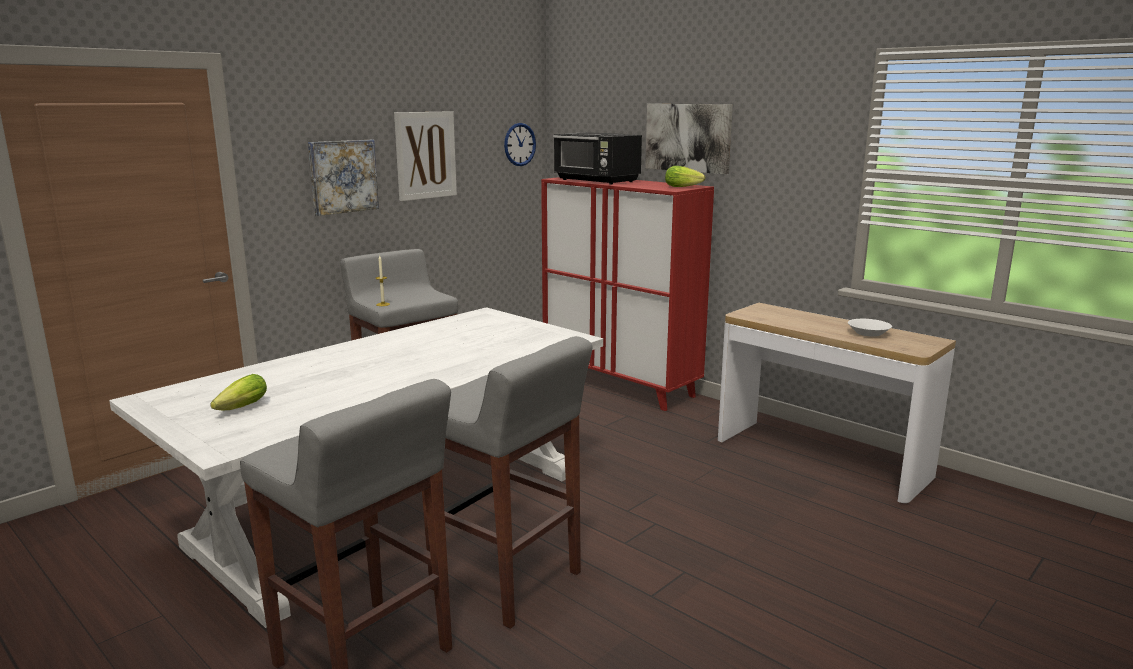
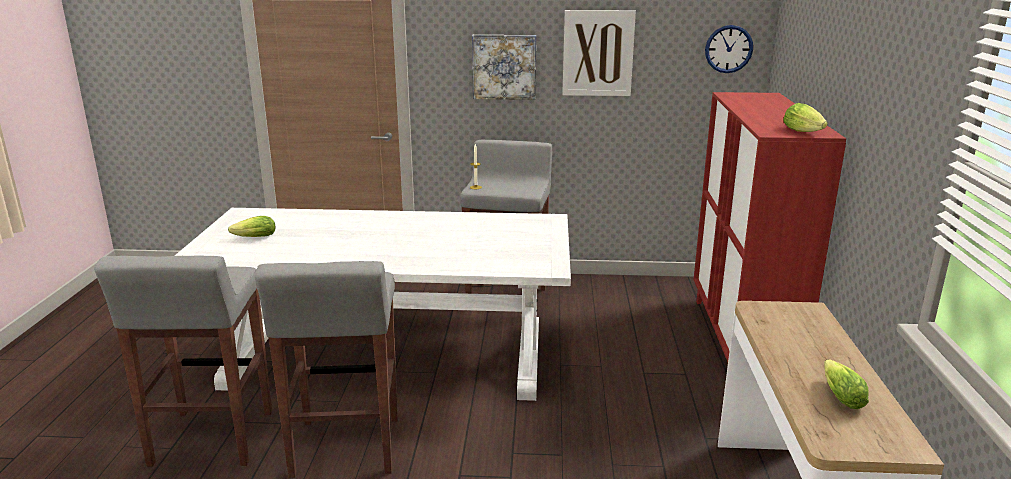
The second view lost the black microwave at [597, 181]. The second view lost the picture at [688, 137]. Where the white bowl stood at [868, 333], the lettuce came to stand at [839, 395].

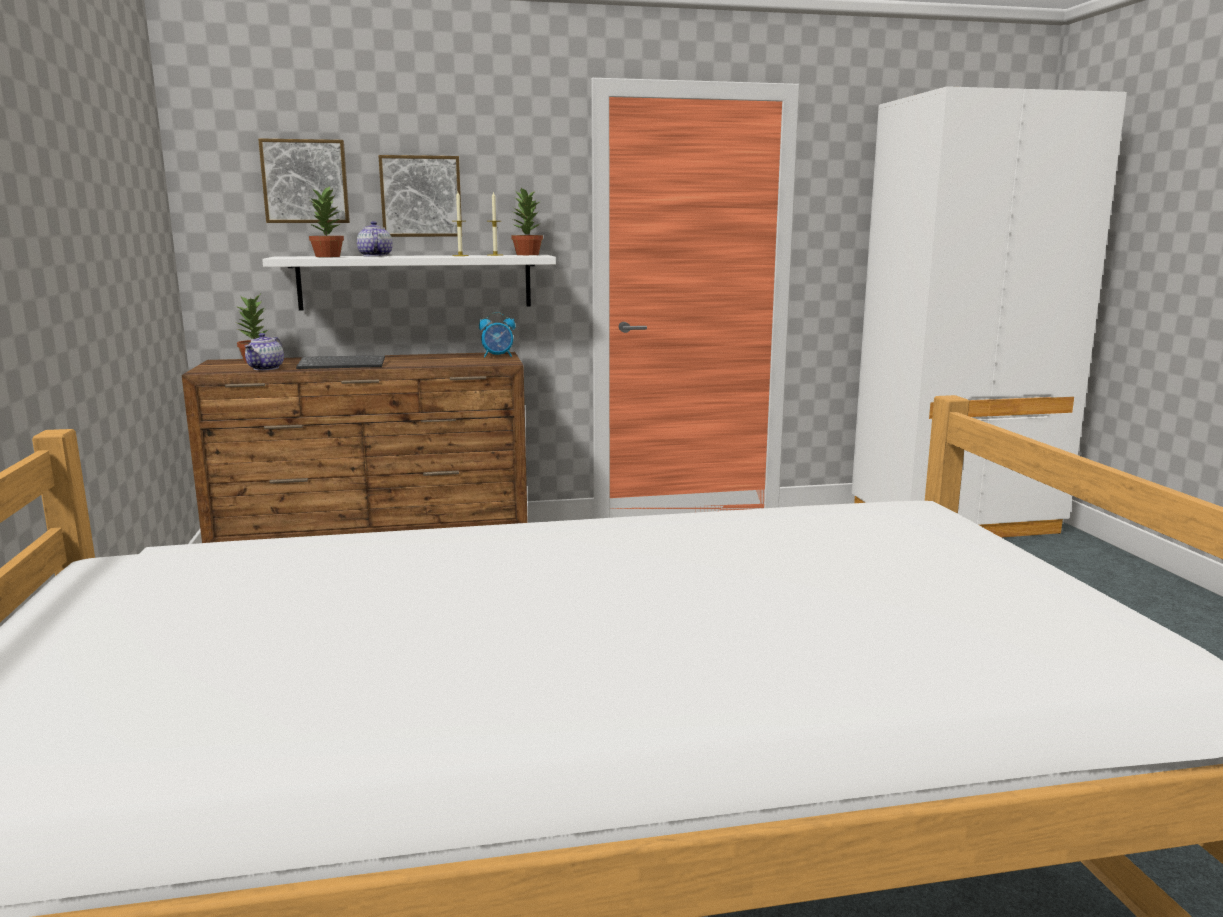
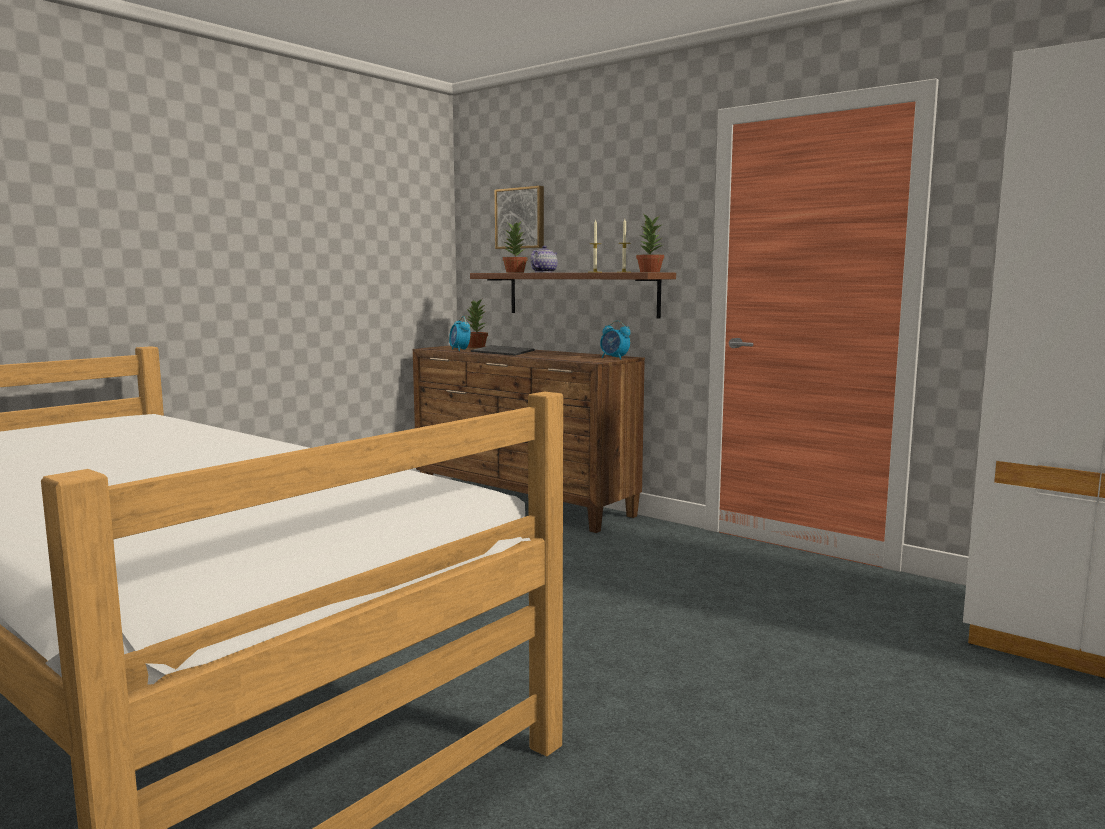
The second view lost the picture at [421, 196]. Where the teapot stood at [266, 368], the alarm clock came to stand at [459, 350]. What was the white shelf at [416, 282] turned into the brown shelf at [581, 294].

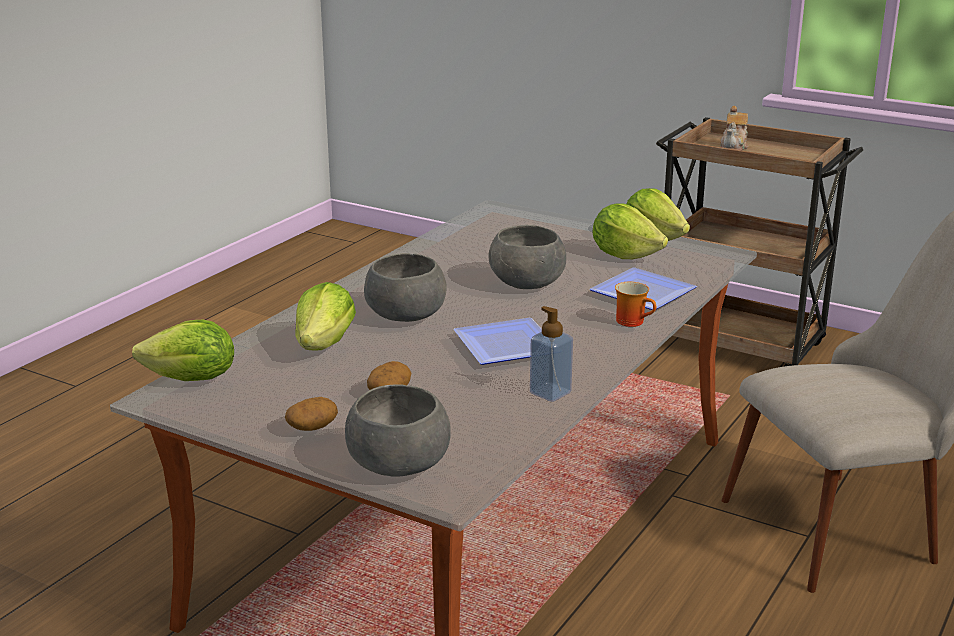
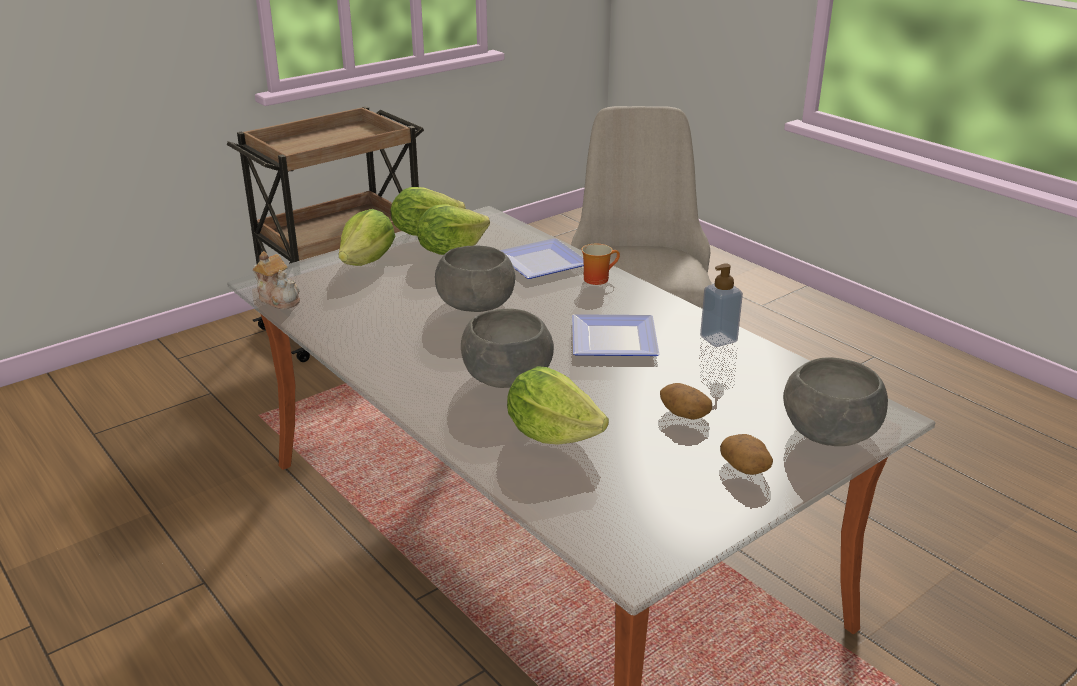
The lettuce ended up elsewhere, having gone from [192, 379] to [368, 261]. The teapot ended up elsewhere, having gone from [733, 147] to [279, 299].

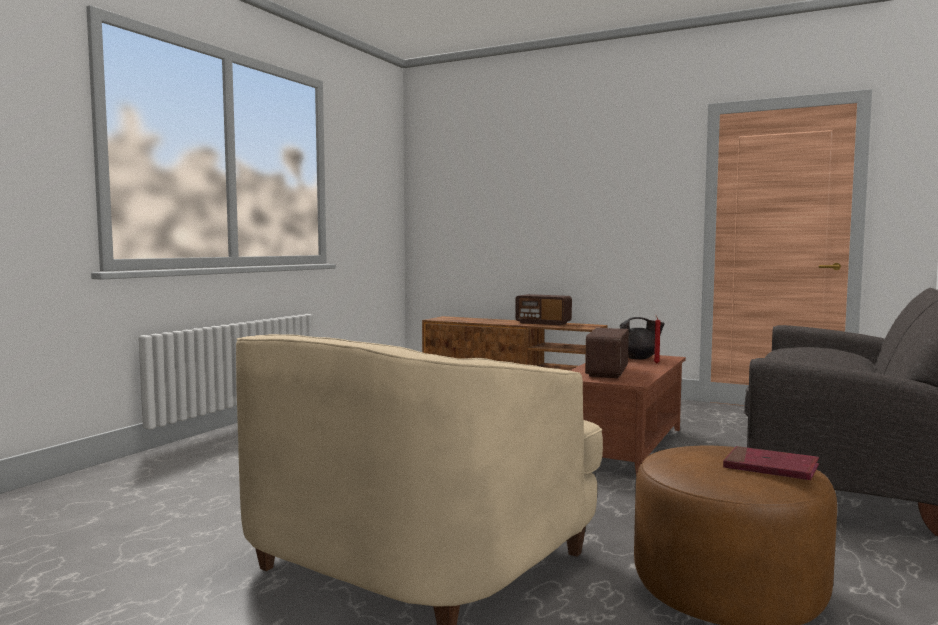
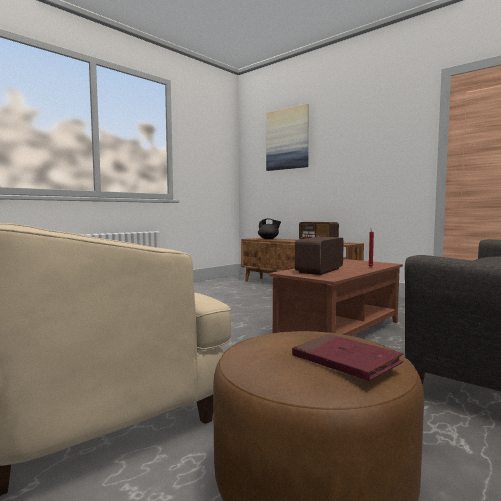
The second view gained the picture at [287, 139]. The black teapot ended up elsewhere, having gone from [638, 358] to [268, 239].

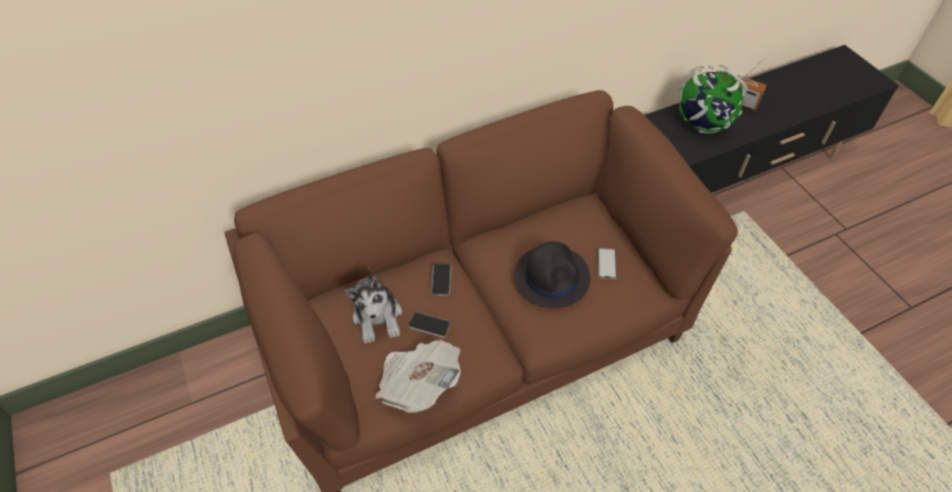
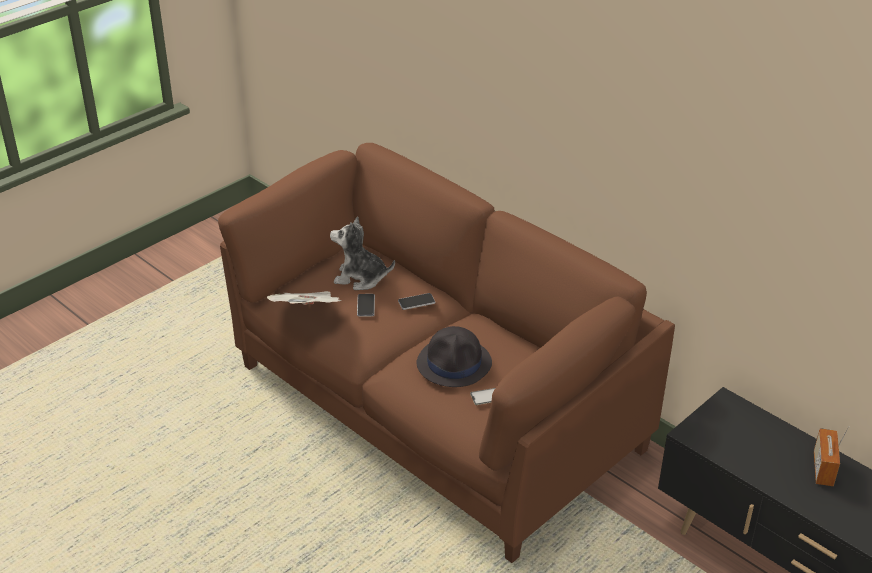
The second view lost the globe at [702, 124]. The plush toy at [378, 317] ended up facing another way, 45 degrees clockwise from before.

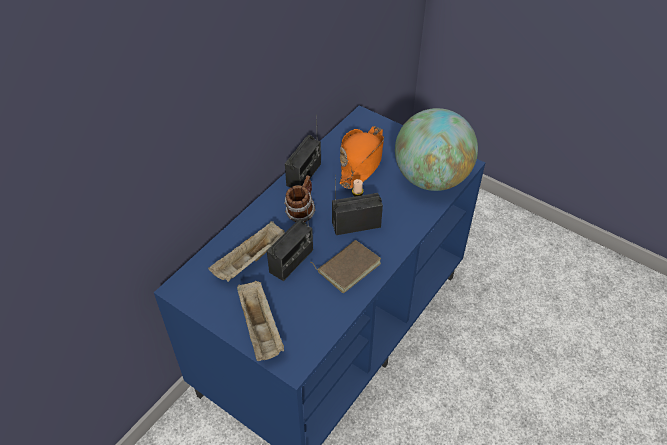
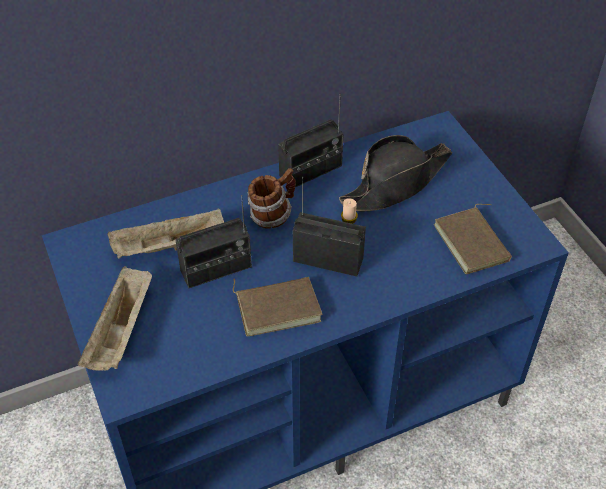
Where the globe stood at [431, 178], the brown book came to stand at [473, 243]. What was the orange hat at [361, 161] turned into the black hat at [396, 183].

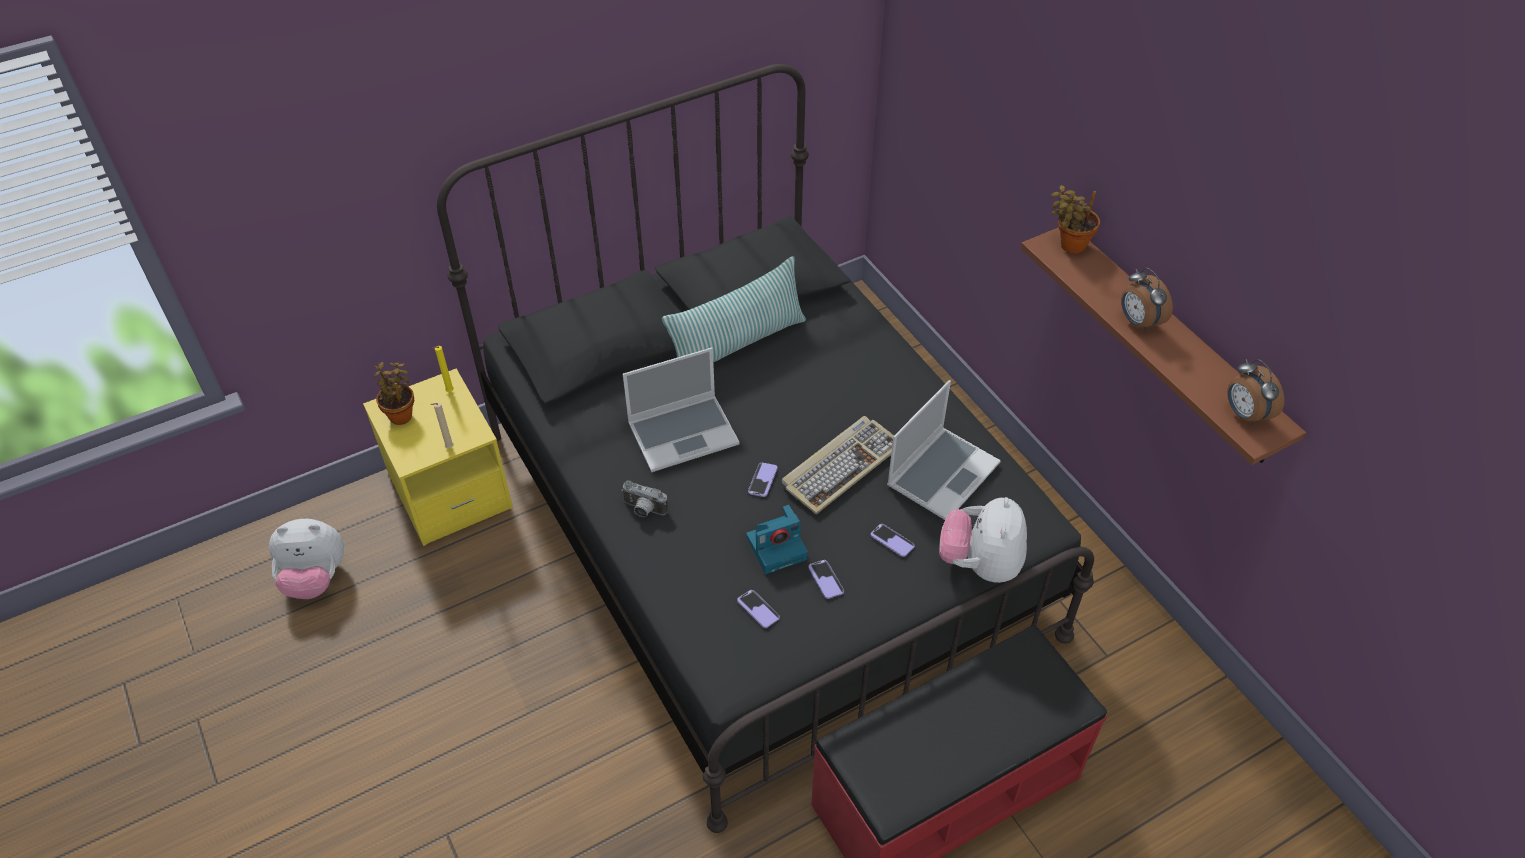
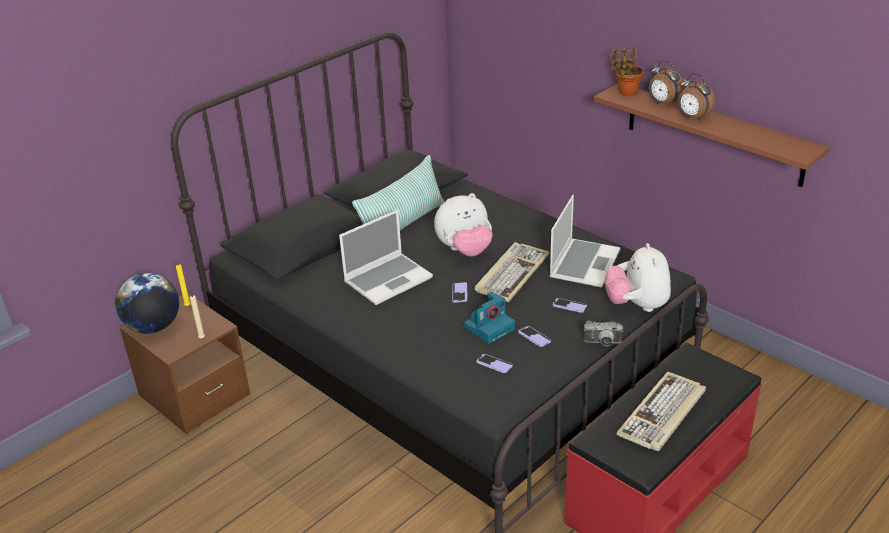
The second view gained the keyboard at [662, 414]. The plush toy ended up elsewhere, having gone from [315, 578] to [465, 250]. The photo camera ended up elsewhere, having gone from [643, 510] to [602, 343]. The alarm clock ended up elsewhere, having gone from [1244, 414] to [663, 103]. Where the potted plant stood at [401, 414], the globe came to stand at [153, 327]. What was the yellow nightstand at [450, 491] turned into the brown nightstand at [194, 395].

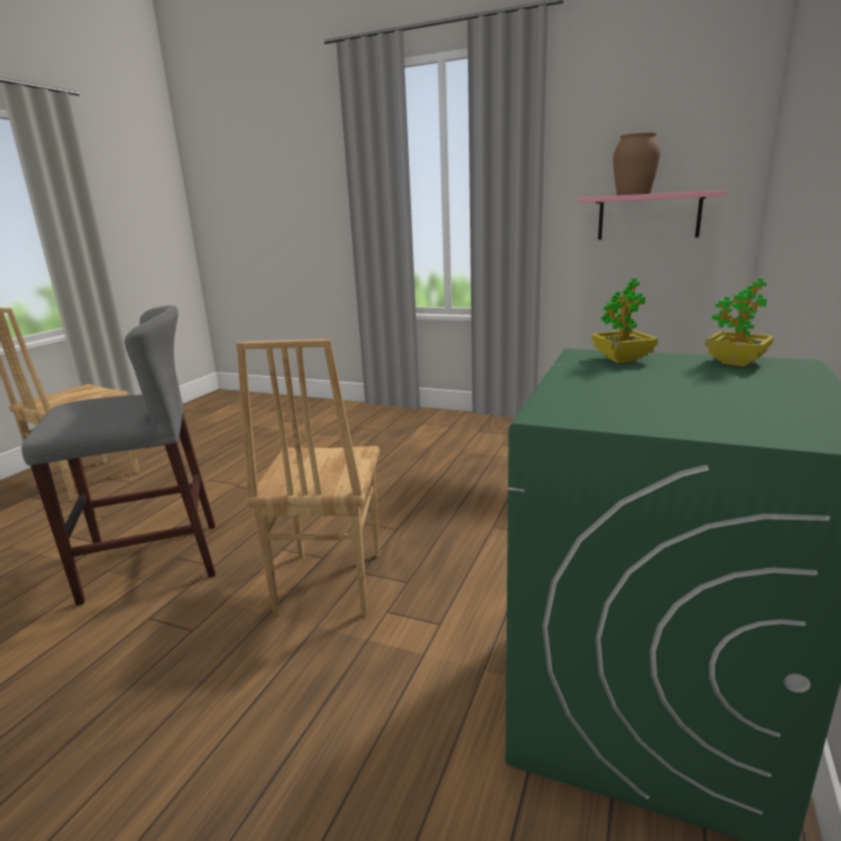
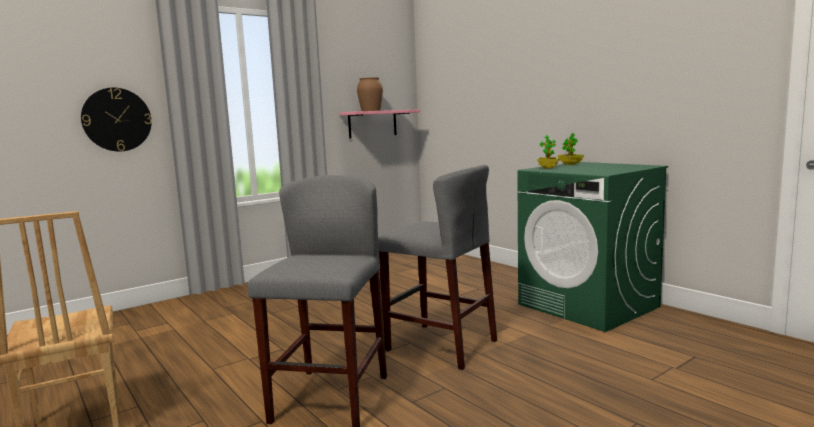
The second view gained the wall clock at [117, 119]. Where the brown chair stood at [328, 583], the grey stool came to stand at [441, 345].

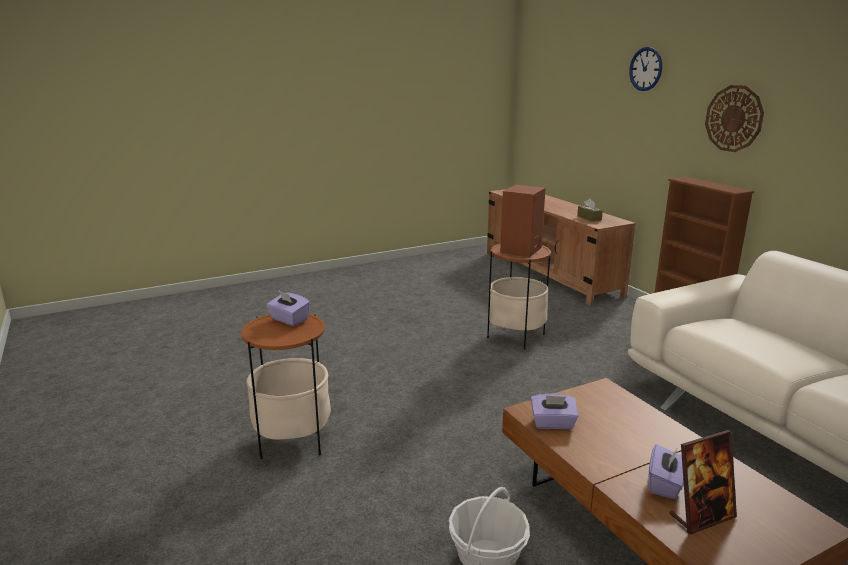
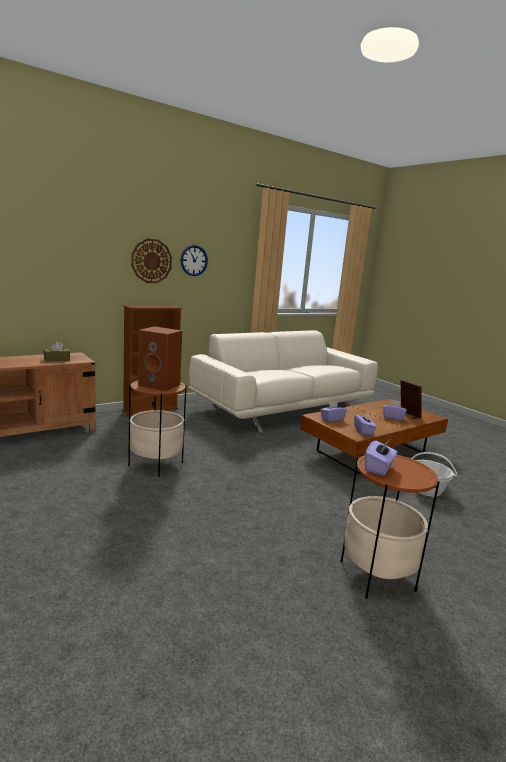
The second view gained the purple tissue box at [332, 419]. The wall clock ended up elsewhere, having gone from [645, 69] to [194, 260].

